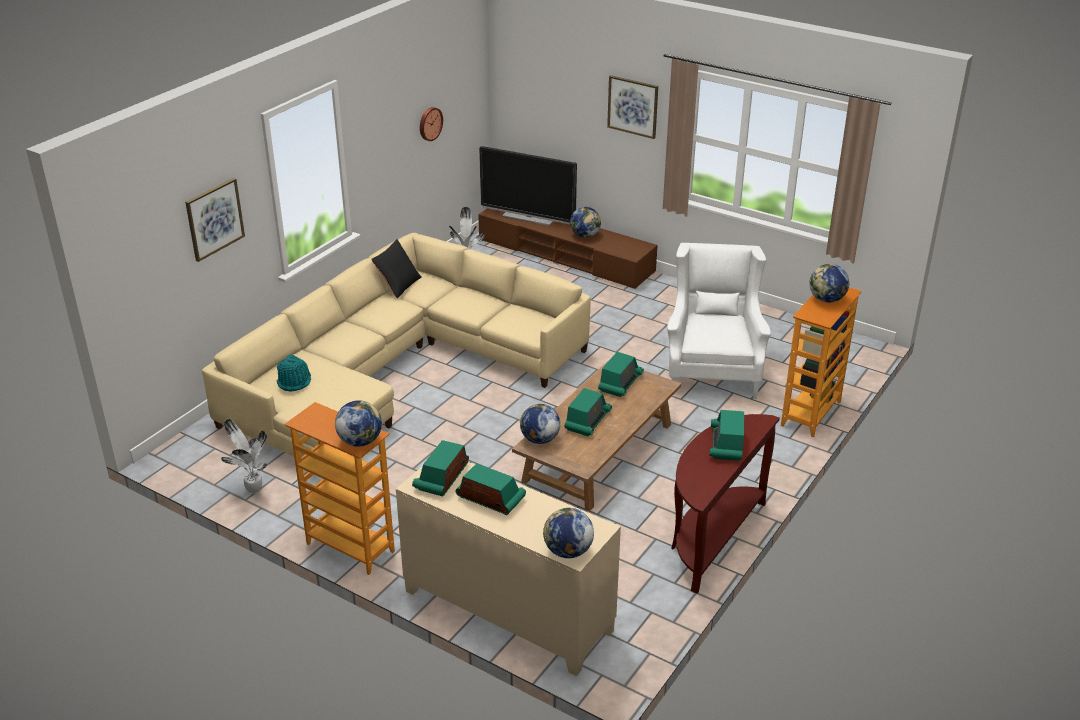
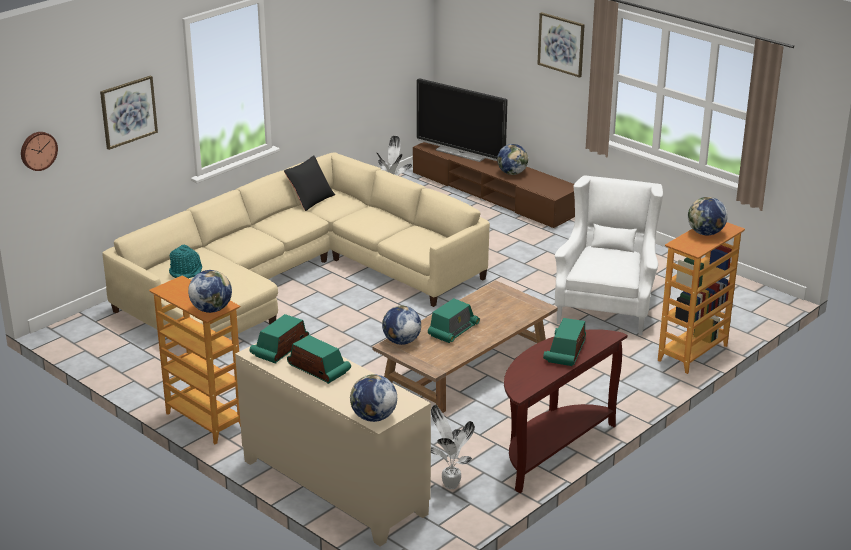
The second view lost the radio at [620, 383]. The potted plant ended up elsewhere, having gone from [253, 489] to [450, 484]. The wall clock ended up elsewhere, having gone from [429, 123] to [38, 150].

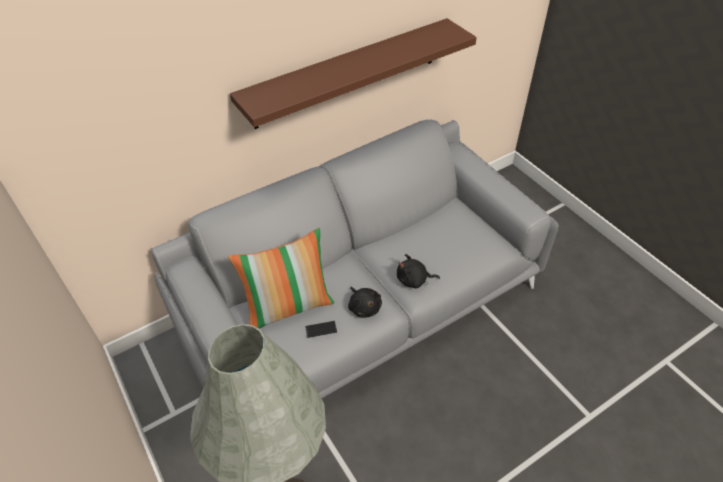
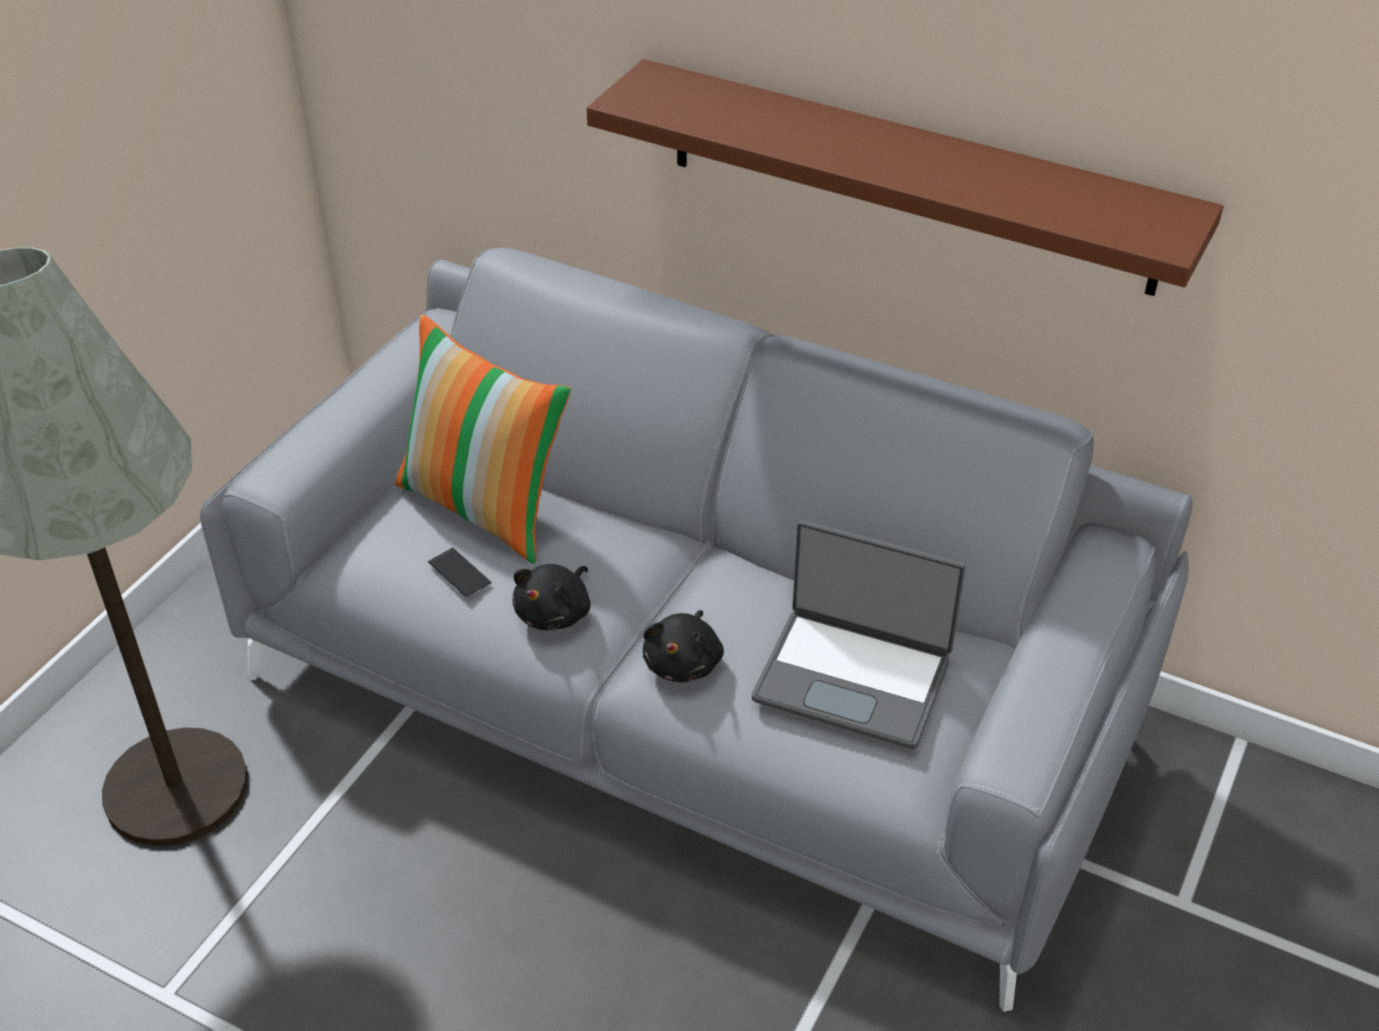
The second view gained the laptop at [853, 677]. The black plush toy at [414, 280] ended up facing another way, 135 degrees counterclockwise from before.

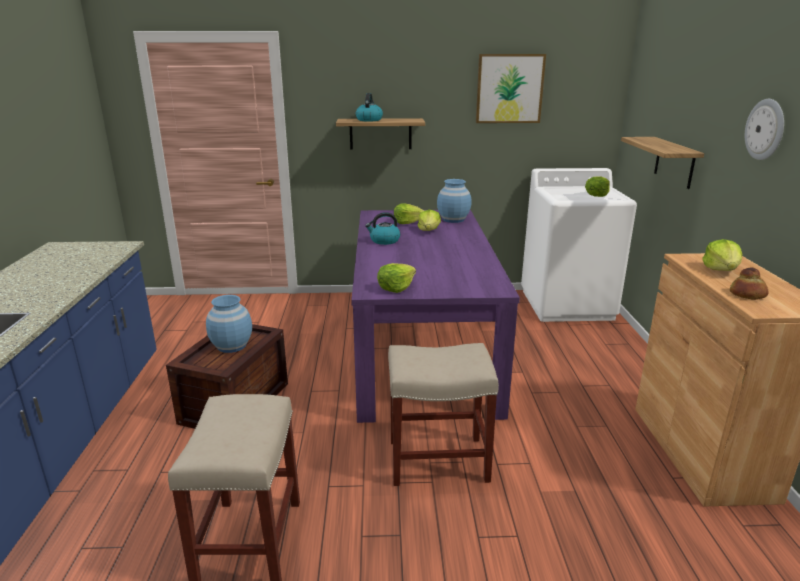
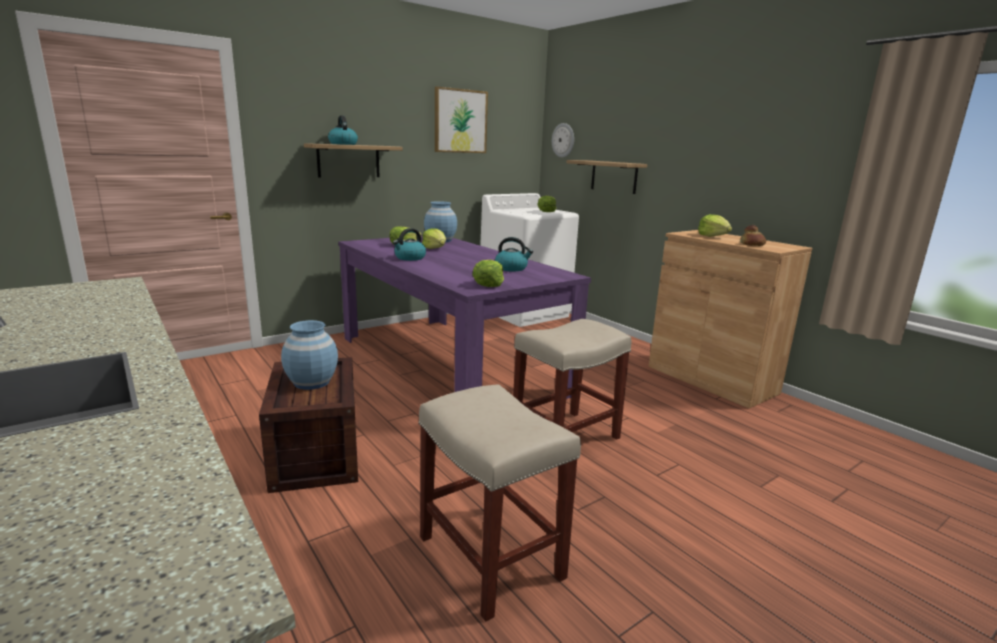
The second view gained the kettle at [511, 268]. The wall clock ended up elsewhere, having gone from [765, 129] to [563, 140].

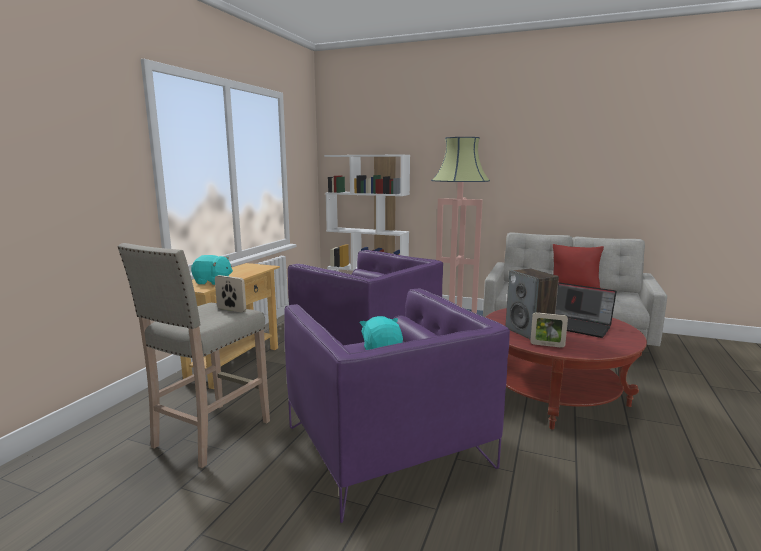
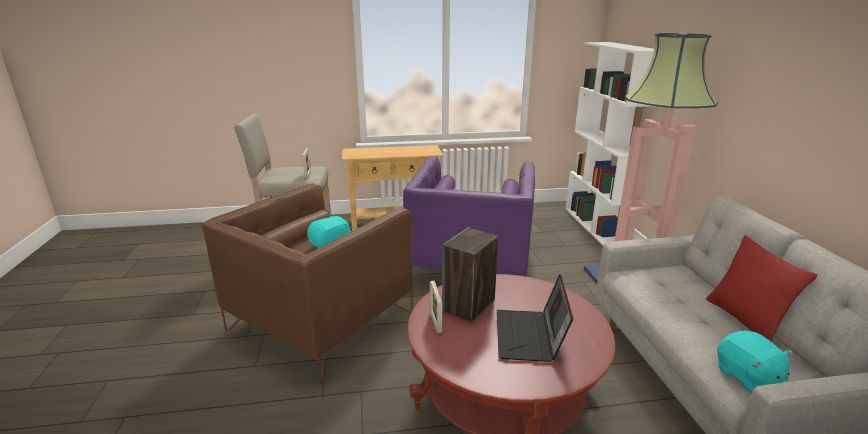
The turquoise plush toy ended up elsewhere, having gone from [213, 282] to [747, 377]. What was the purple armchair at [387, 447] turned into the brown armchair at [321, 322].

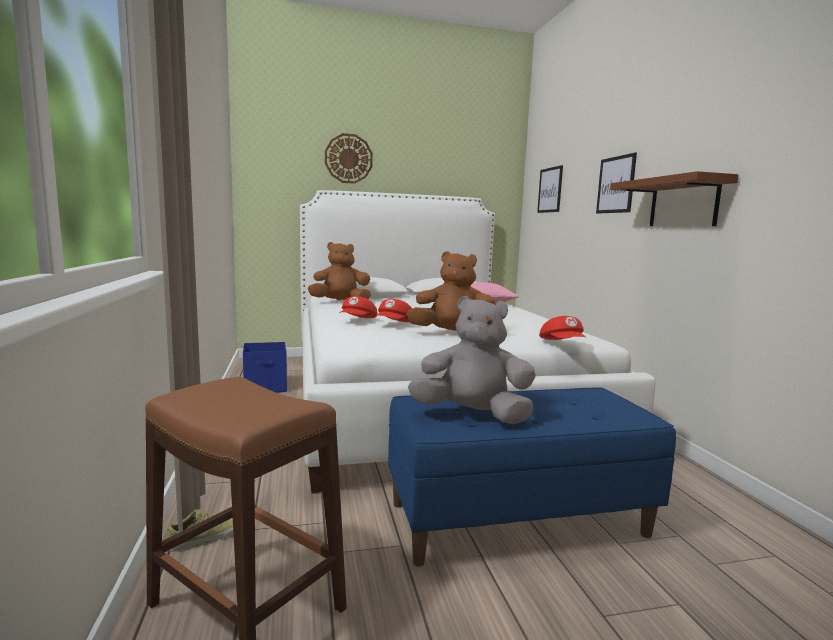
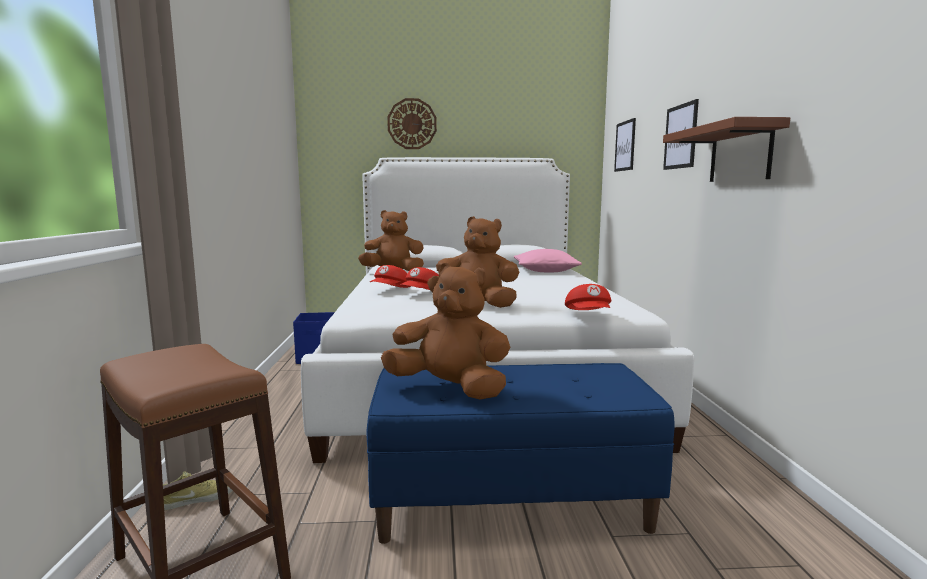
What was the grey plush toy at [473, 415] turned into the brown plush toy at [450, 389].

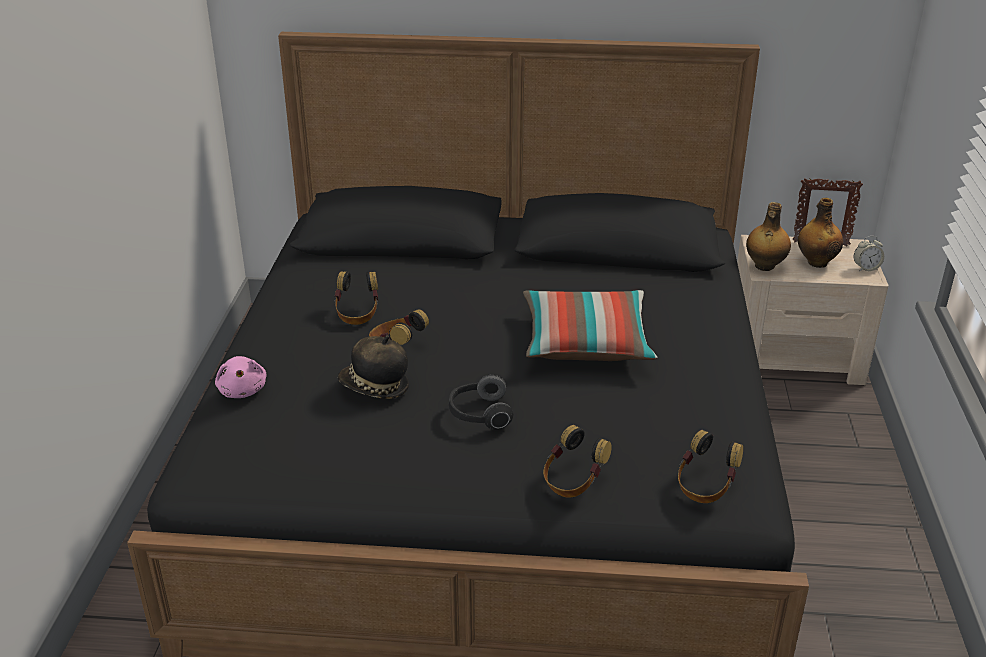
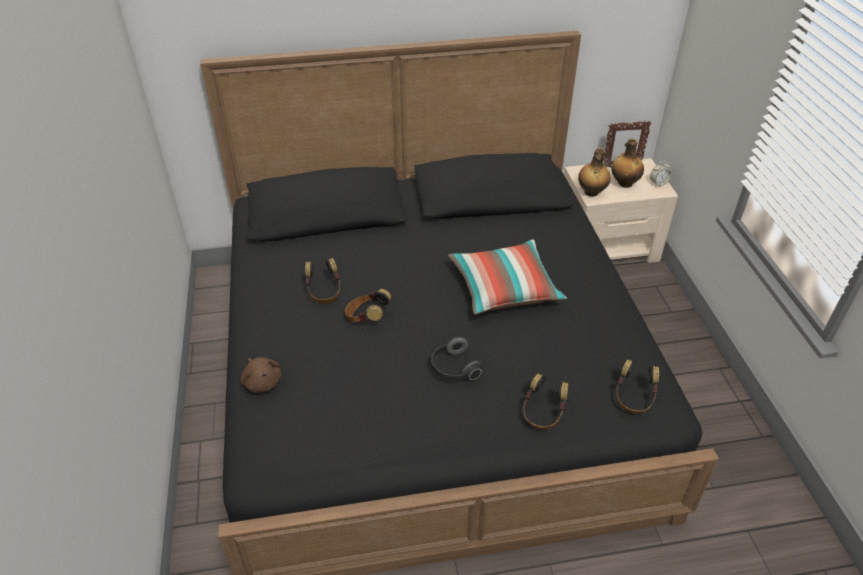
The second view lost the hat at [374, 388]. What was the pink plush toy at [243, 390] turned into the brown plush toy at [262, 381].

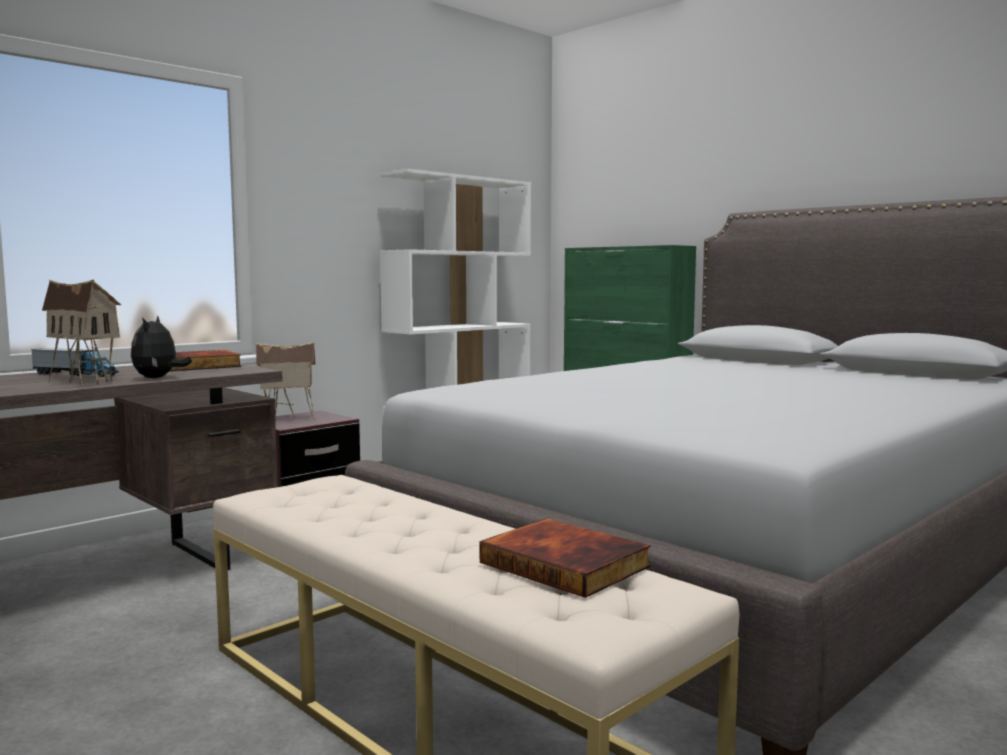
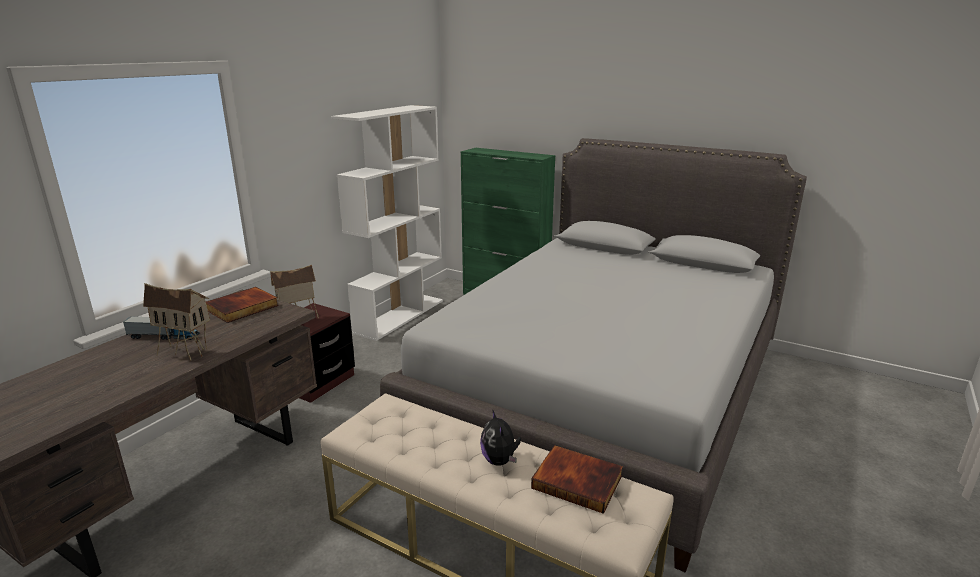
The plush toy ended up elsewhere, having gone from [158, 378] to [500, 460].

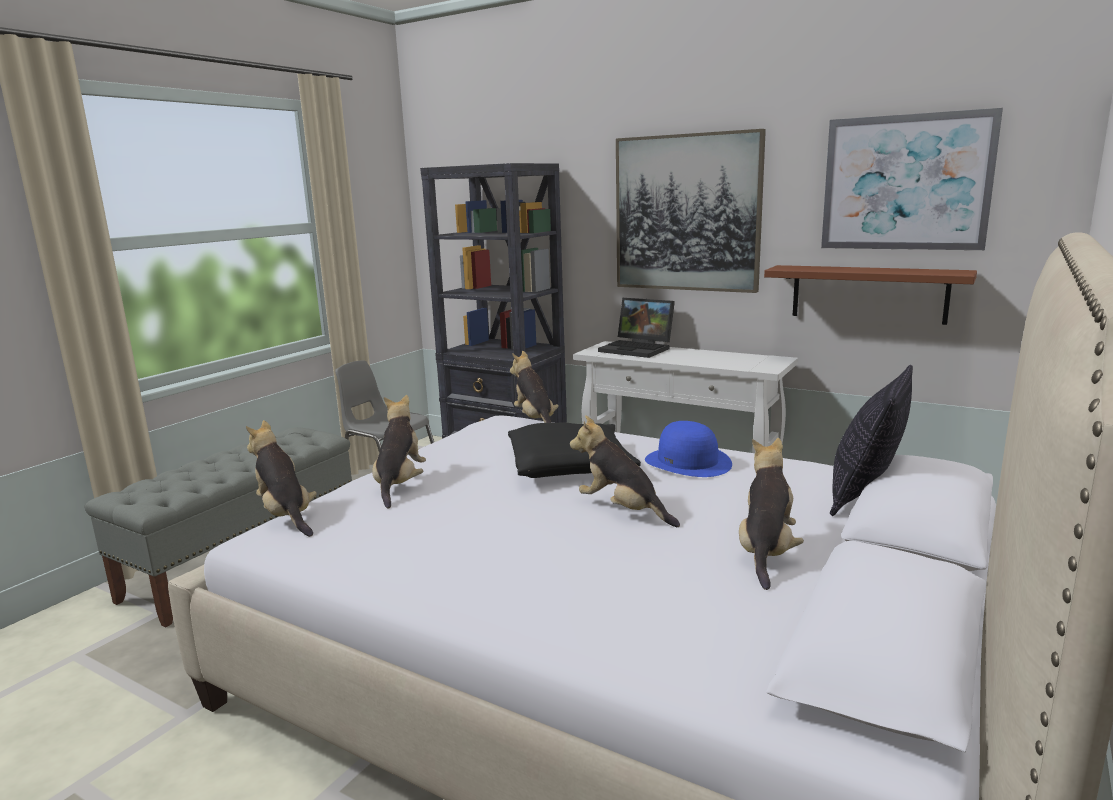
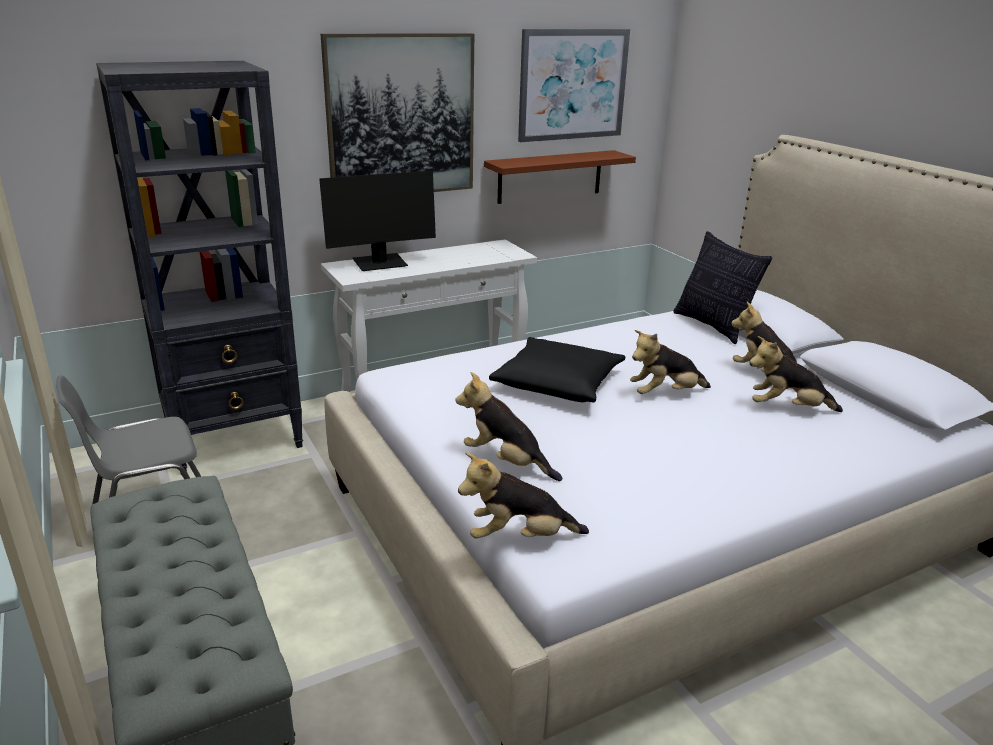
The second view lost the blue hat at [688, 462]. The plush toy ended up elsewhere, having gone from [536, 421] to [787, 408]. Where the laptop stood at [638, 349], the monitor came to stand at [380, 263].

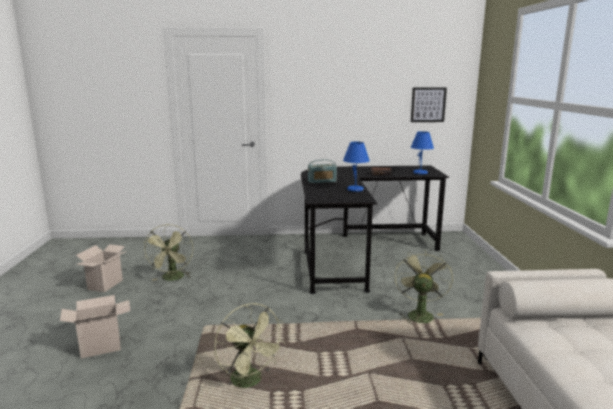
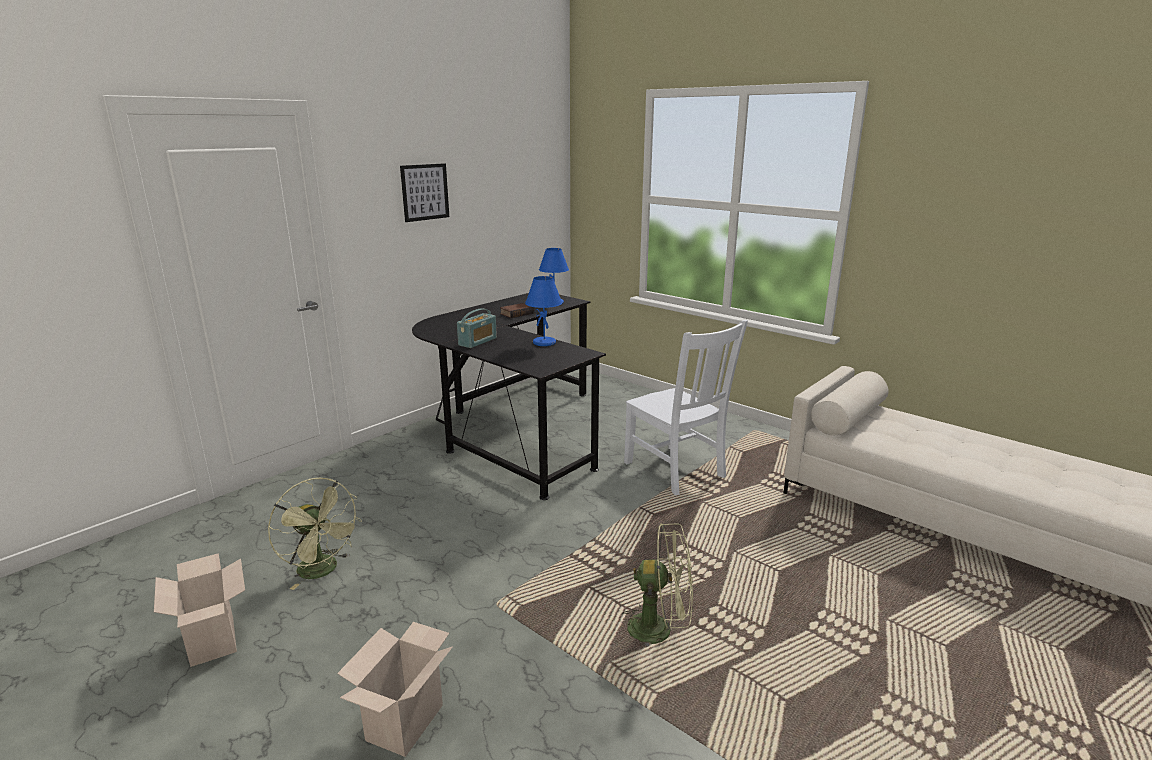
The picture ended up elsewhere, having gone from [428, 104] to [425, 192]. Where the green fan stood at [419, 314], the white chair came to stand at [676, 471].

